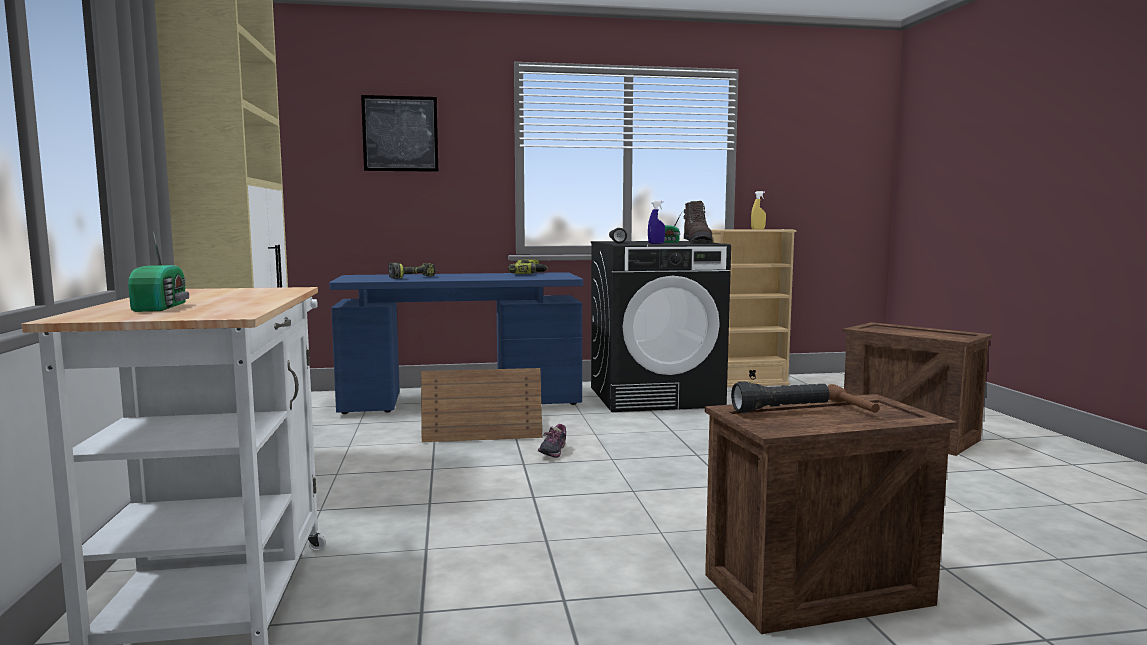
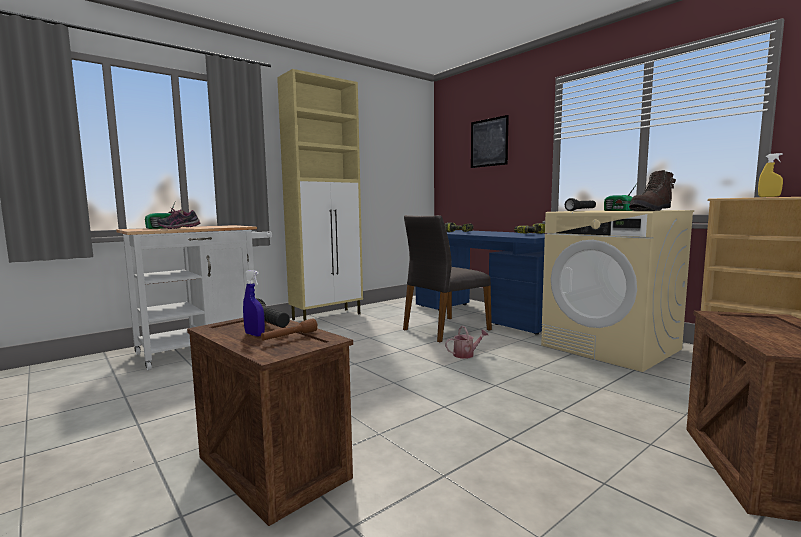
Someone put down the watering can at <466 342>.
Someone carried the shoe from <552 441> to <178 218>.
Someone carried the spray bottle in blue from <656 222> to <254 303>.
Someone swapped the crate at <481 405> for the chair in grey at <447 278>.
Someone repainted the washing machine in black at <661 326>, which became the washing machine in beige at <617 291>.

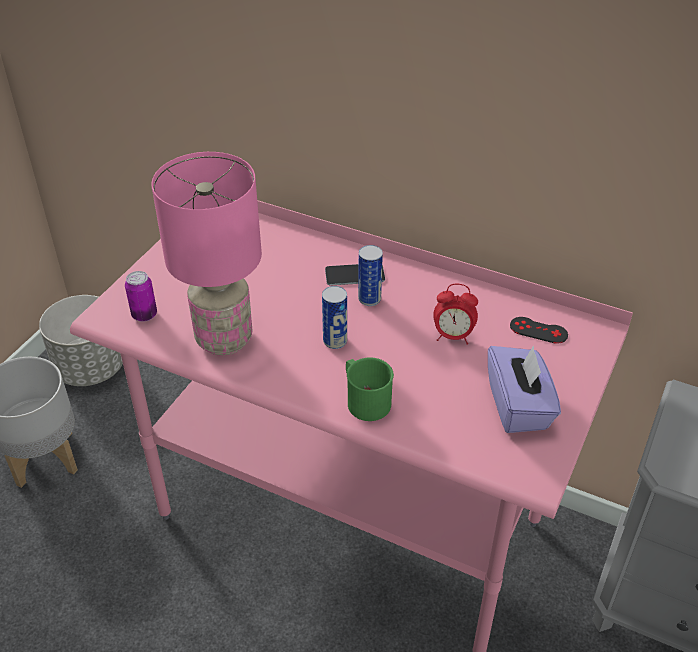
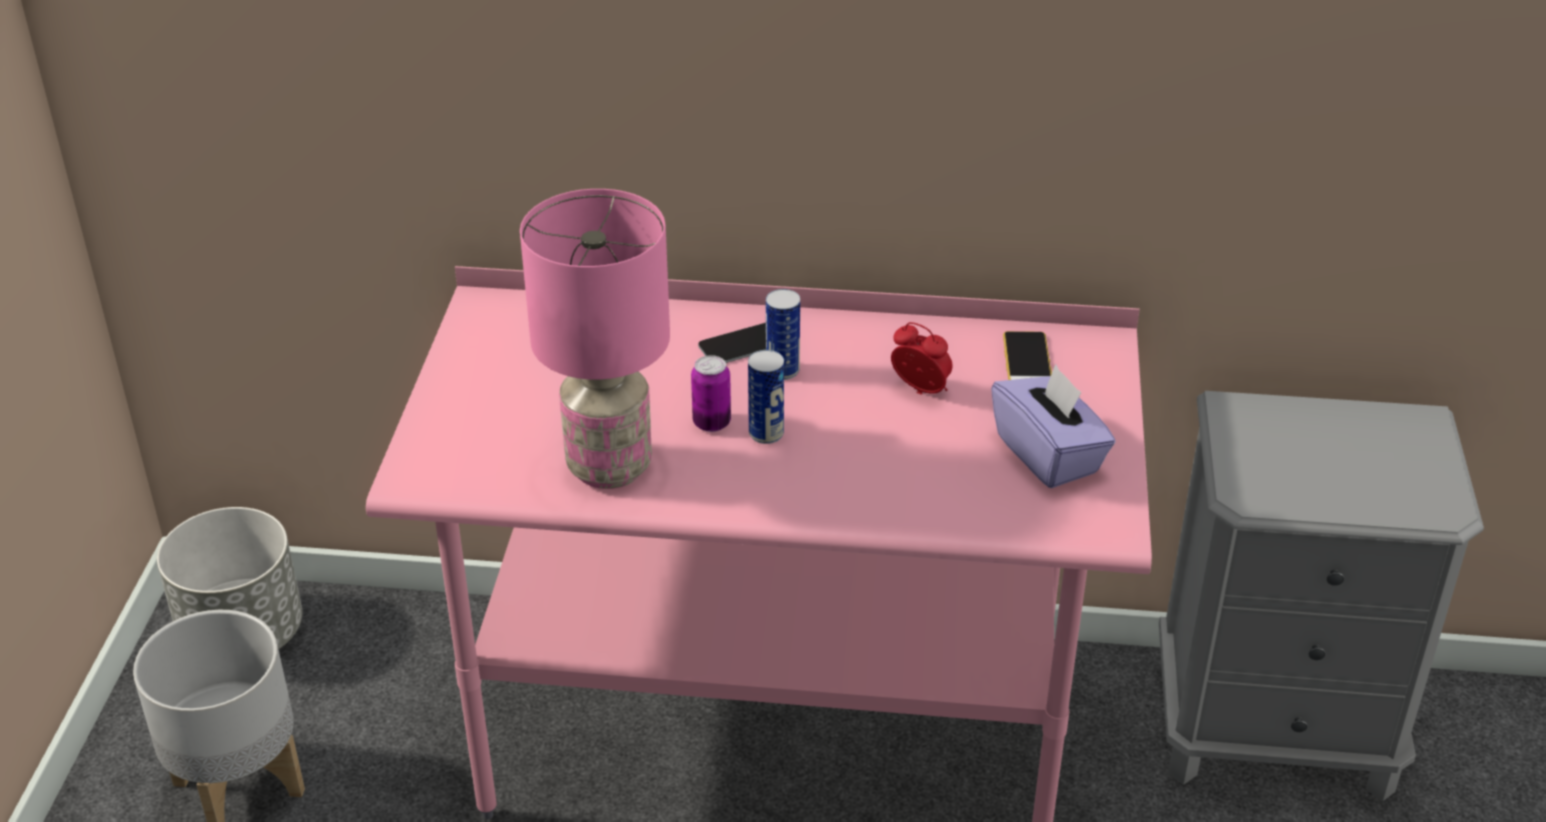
Someone took away the mug in green at <370 389>.
Someone carried the can from <141 296> to <711 393>.
Someone swapped the game controller in black at <539 330> for the phone at <1027 355>.
Someone rotated the alarm clock at <455 314> by 135 degrees counterclockwise.

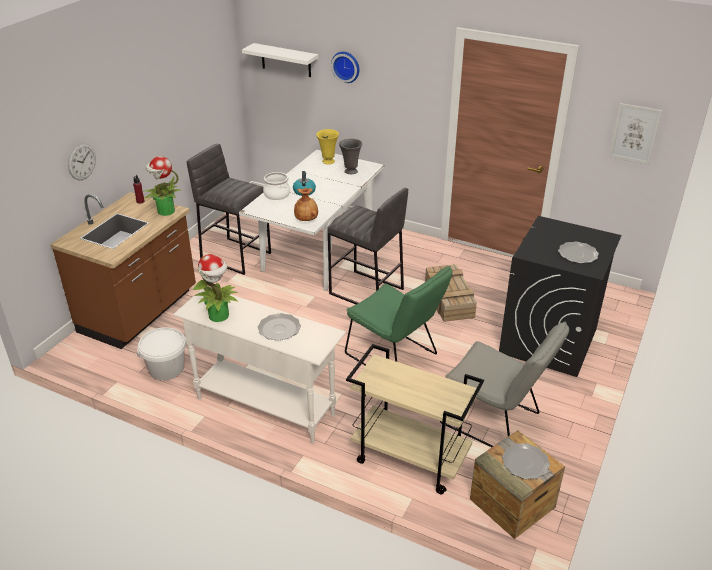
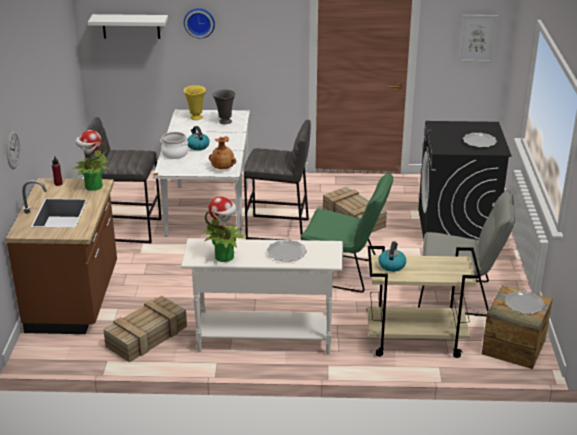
Someone put down the kettle at <392 256>.
Someone swapped the bucket in white at <162 353> for the crate at <145 329>.

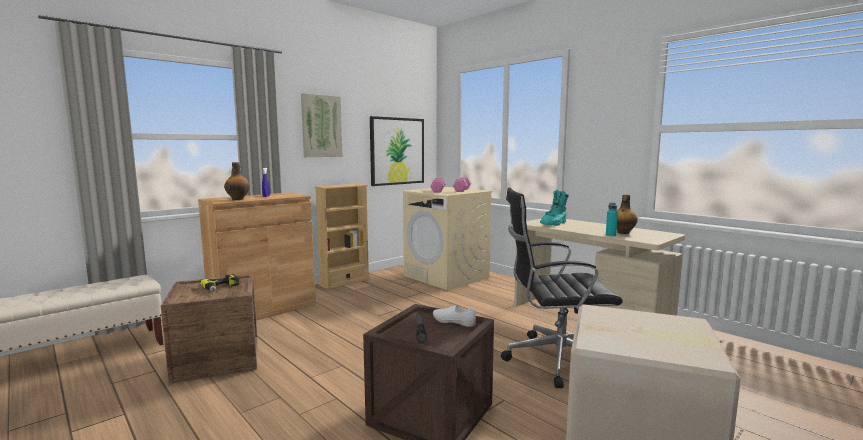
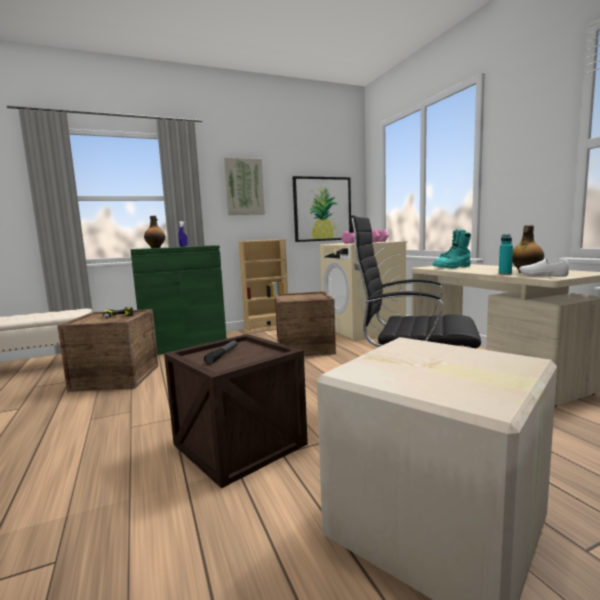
Someone put down the crate at <305 323>.
Someone carried the shoe in white from <454 316> to <544 267>.
Someone repainted the cabinet in brown at <257 256>, which became the cabinet in green at <179 300>.

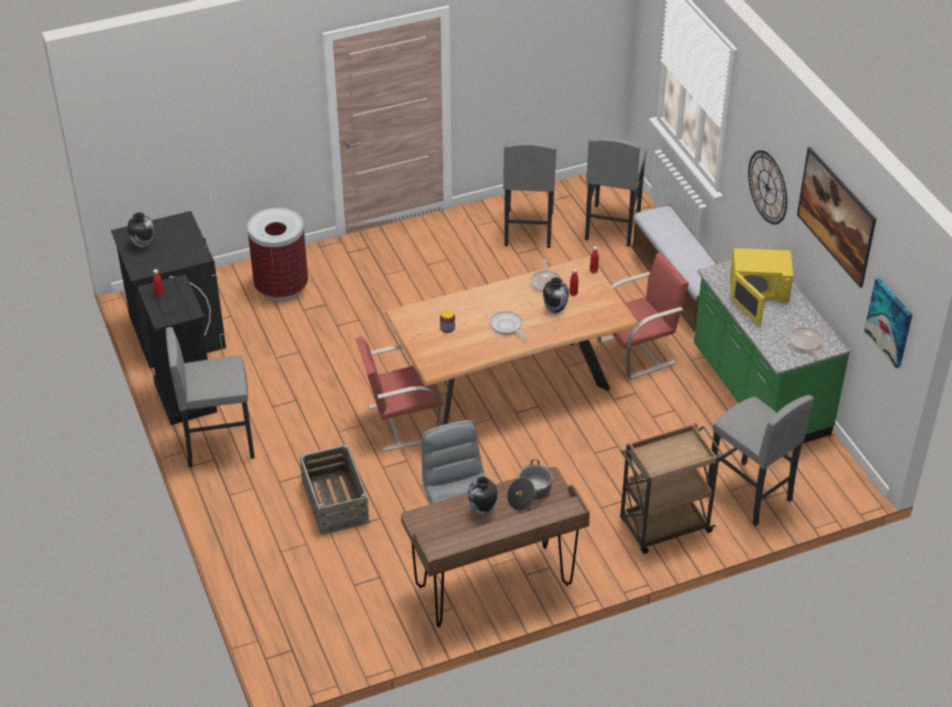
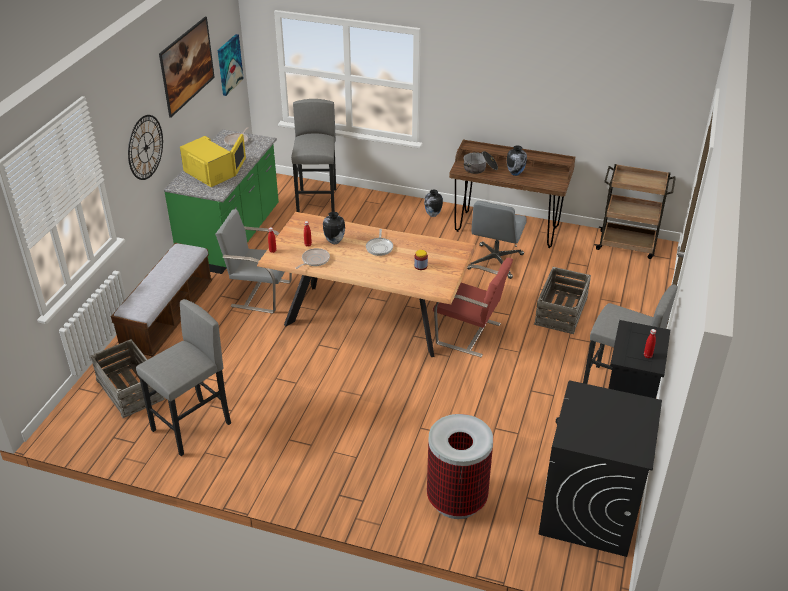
Someone carried the vase from <141 230> to <433 203>.
Someone carried the cart in brown from <672 488> to <635 211>.
Someone swapped the stool in grey at <616 192> for the crate at <128 378>.
Someone repainted the chair in red at <643 316>, which became the chair in grey at <253 261>.

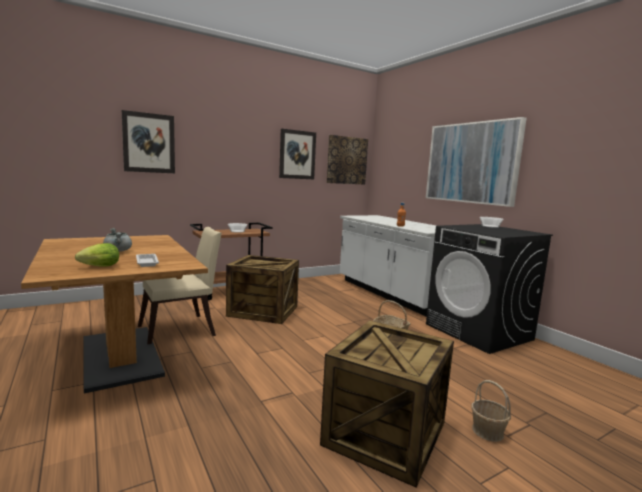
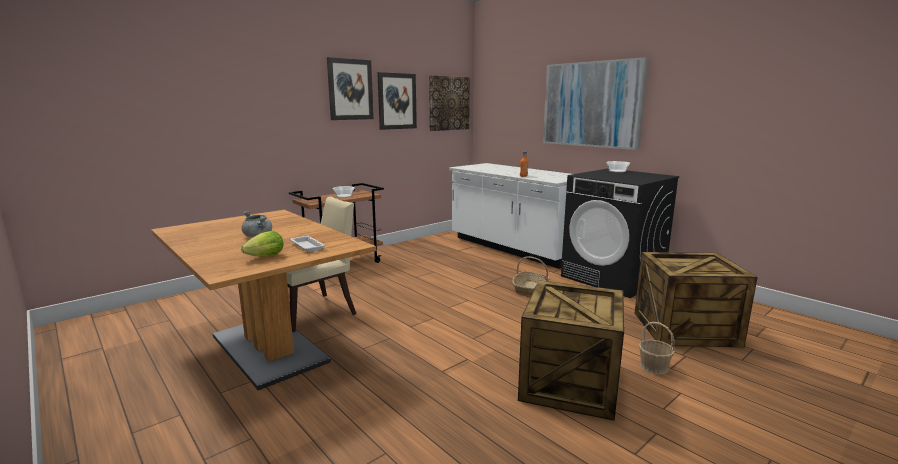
Someone carried the picture from <148 141> to <350 88>.
Someone carried the crate from <262 289> to <696 299>.

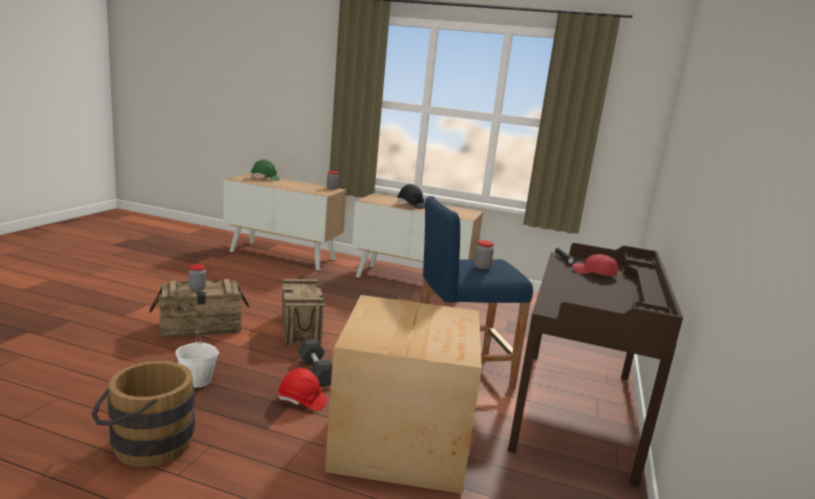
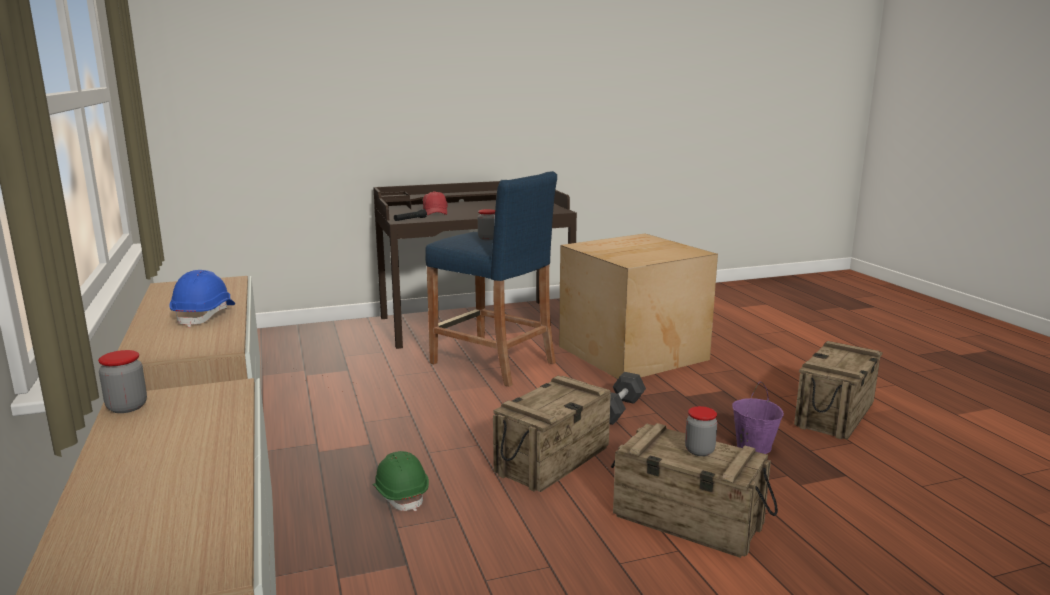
Someone took away the hard hat in red at <302 389>.
Someone carried the hard hat in green from <265 170> to <400 481>.
Someone swapped the bucket in brown at <143 414> for the crate at <838 390>.
Someone repainted the bucket in white at <197 358>, which became the bucket in purple at <758 418>.
Someone repainted the hard hat in black at <411 196>, which became the hard hat in blue at <202 298>.

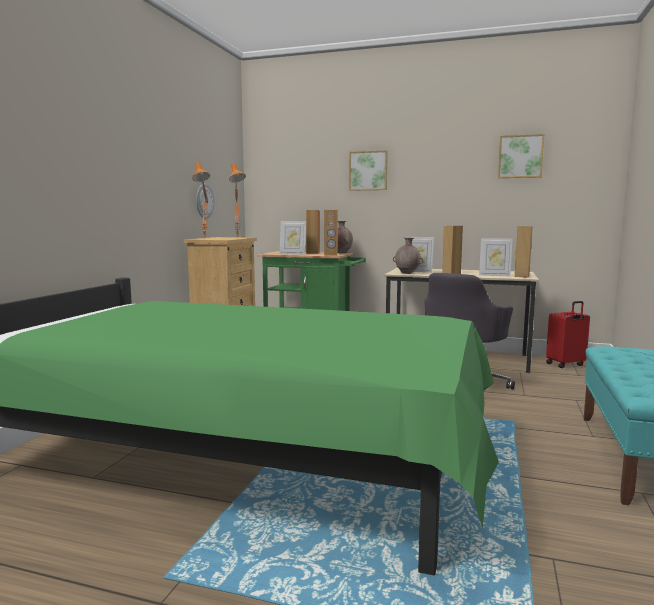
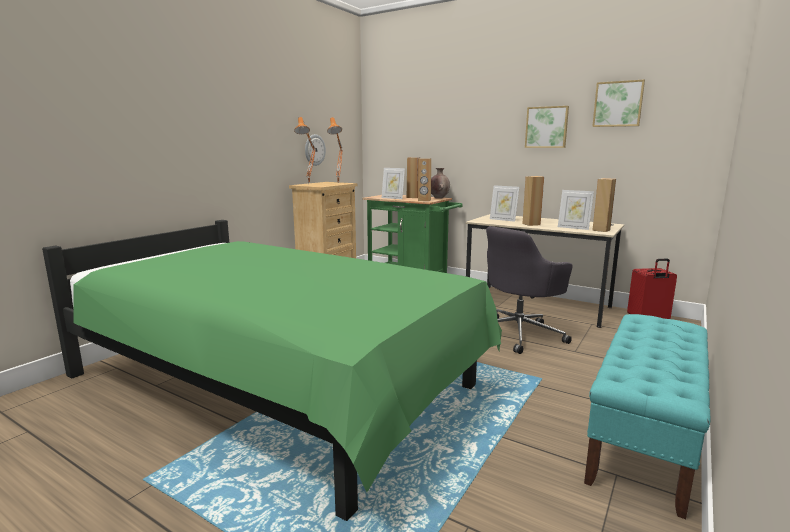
Someone took away the vase in brown at <408 255>.
Someone carried the picture from <368 170> to <547 127>.

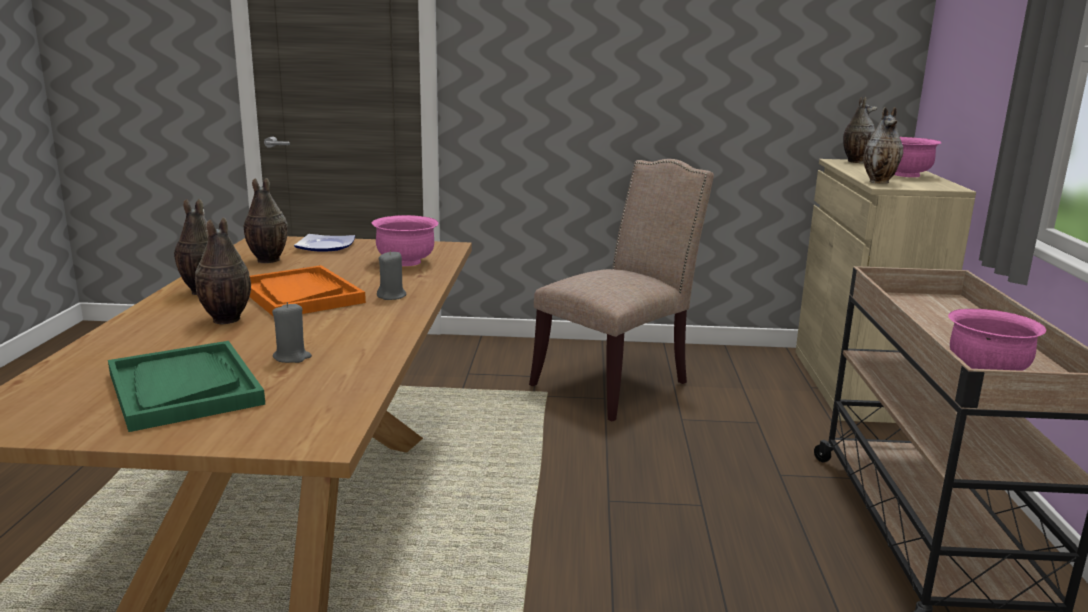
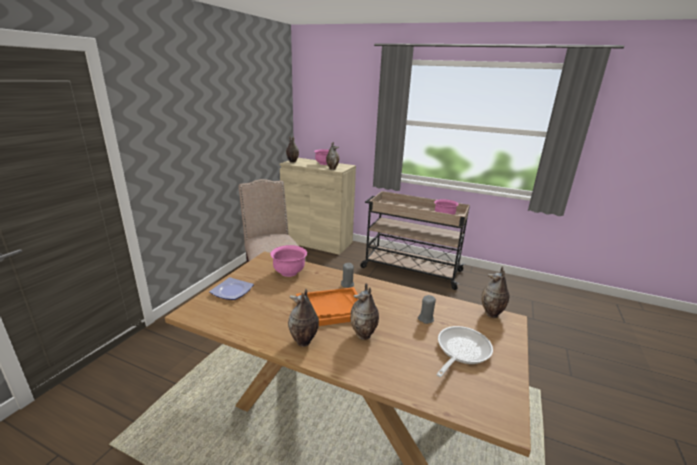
Someone carried the vase from <266 220> to <495 292>.
Someone swapped the tray in green at <186 386> for the frying pan at <464 351>.

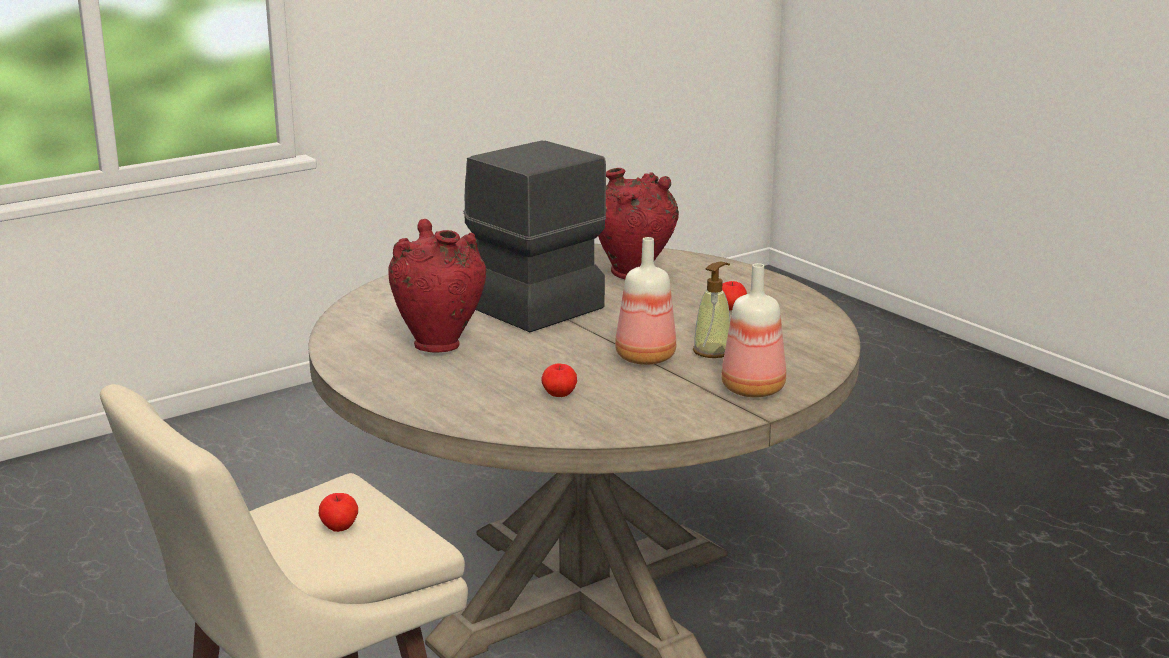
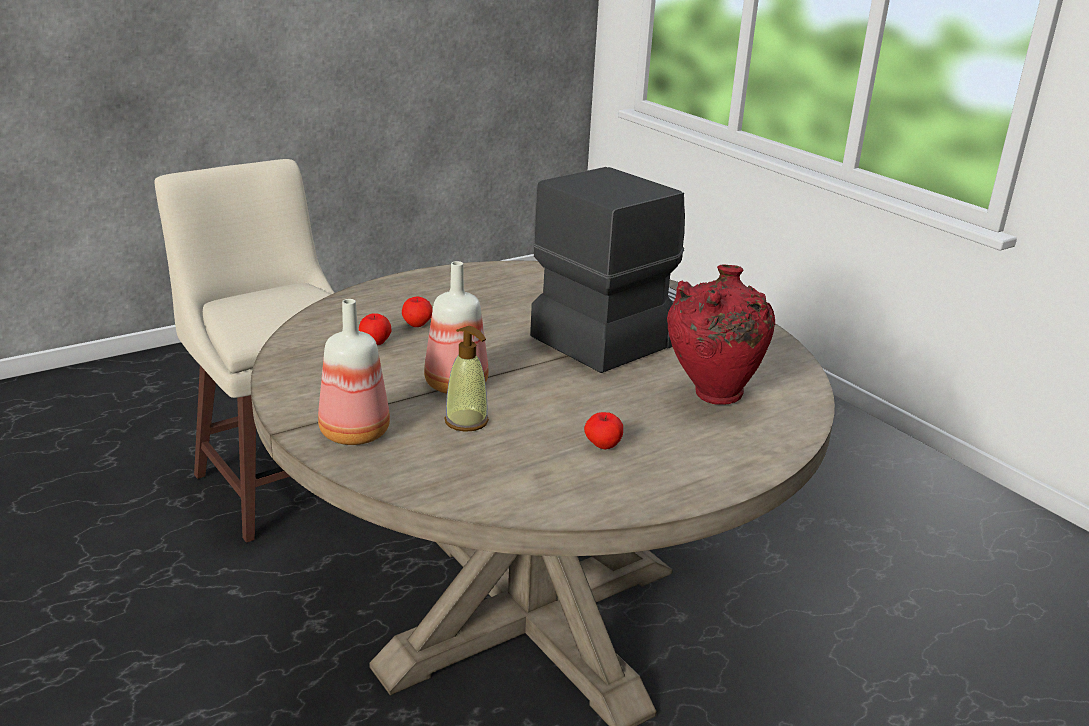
Someone took away the vase in red at <437 285>.
Someone carried the apple from <338 512> to <417 312>.

